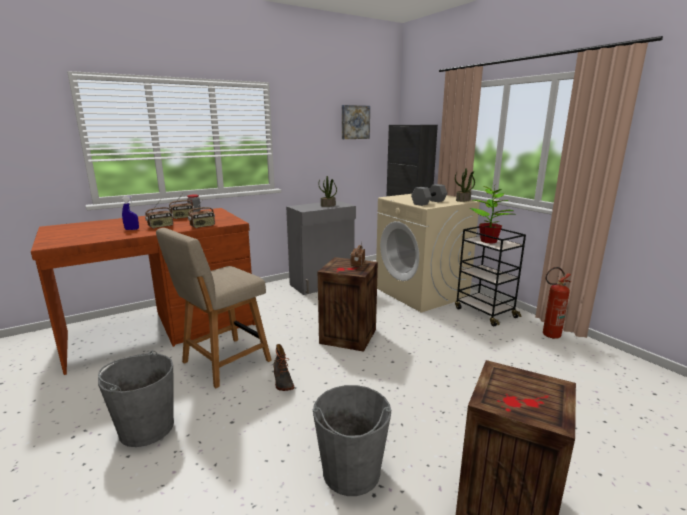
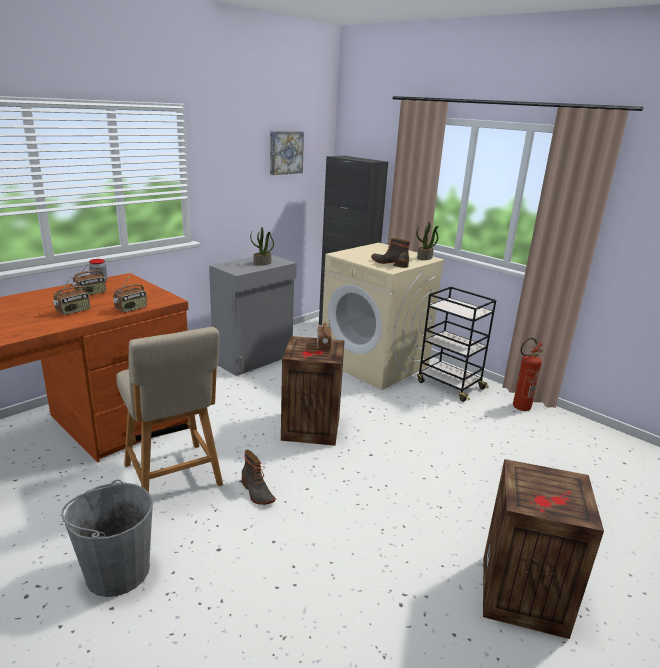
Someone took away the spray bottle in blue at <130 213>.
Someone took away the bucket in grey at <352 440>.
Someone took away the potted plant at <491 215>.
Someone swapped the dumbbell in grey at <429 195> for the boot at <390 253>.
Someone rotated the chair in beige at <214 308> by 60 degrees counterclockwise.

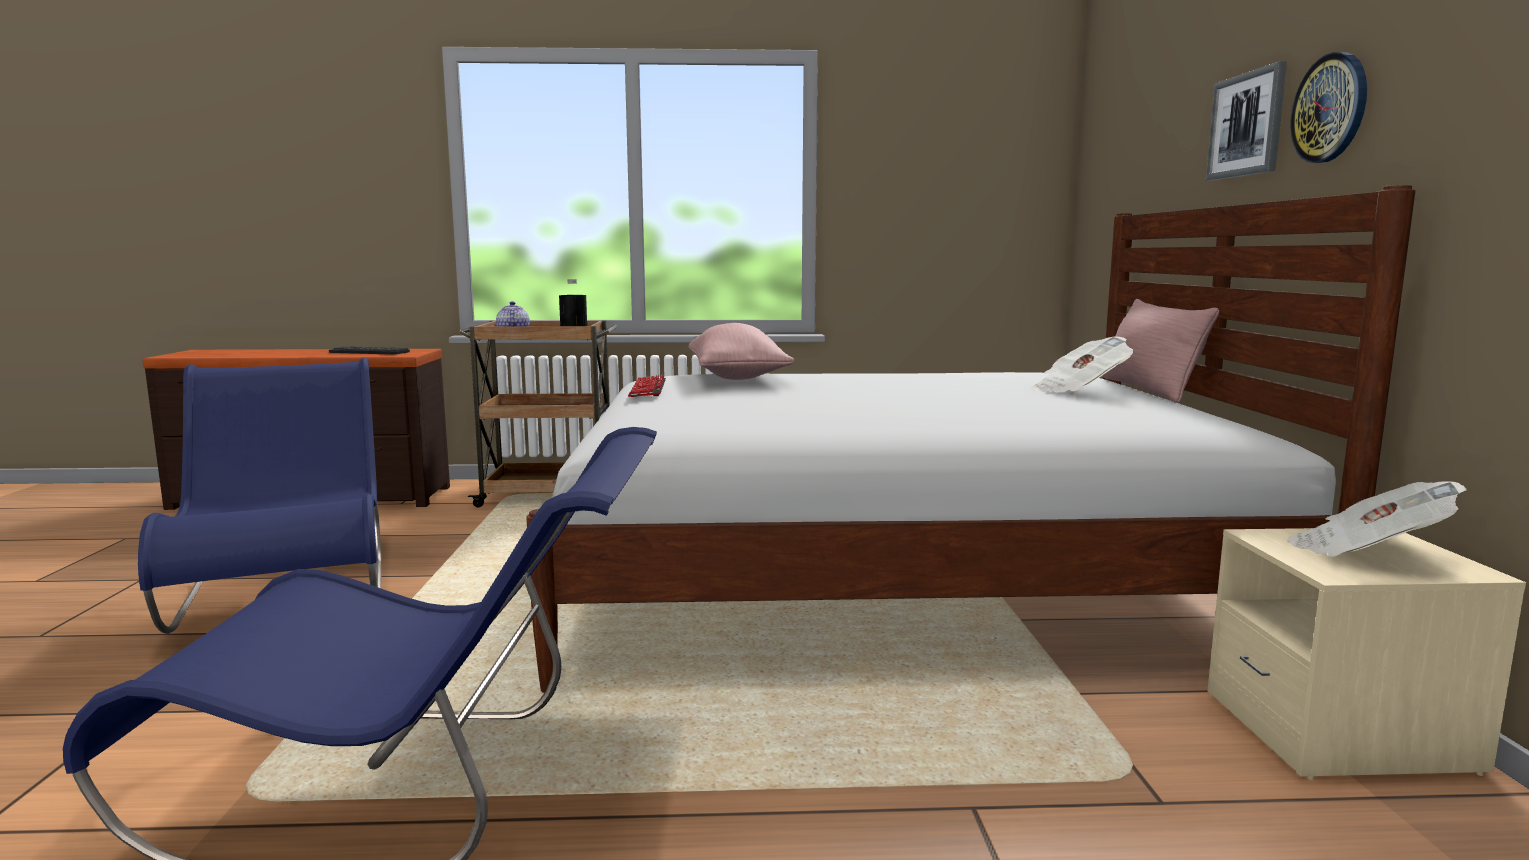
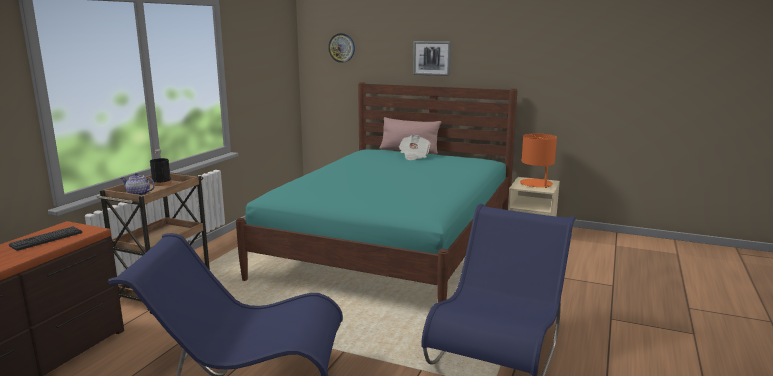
Someone took away the keyboard at <647 385>.
Someone took away the pillow in pink at <741 351>.
Someone carried the wall clock from <1328 107> to <341 48>.
Someone swapped the newspaper at <1377 519> for the table lamp in orange at <538 161>.
Someone repainted the bed in white at <970 439>, which became the bed in turquoise at <376 192>.

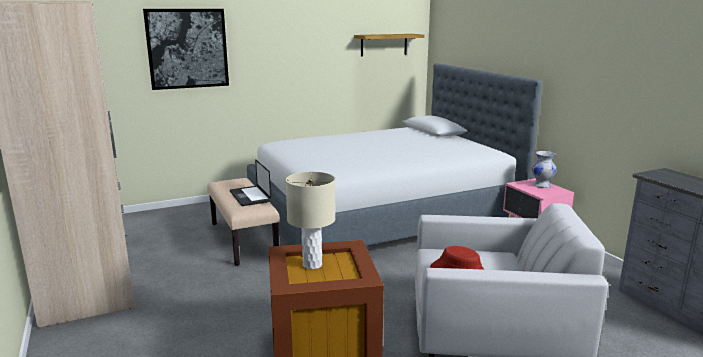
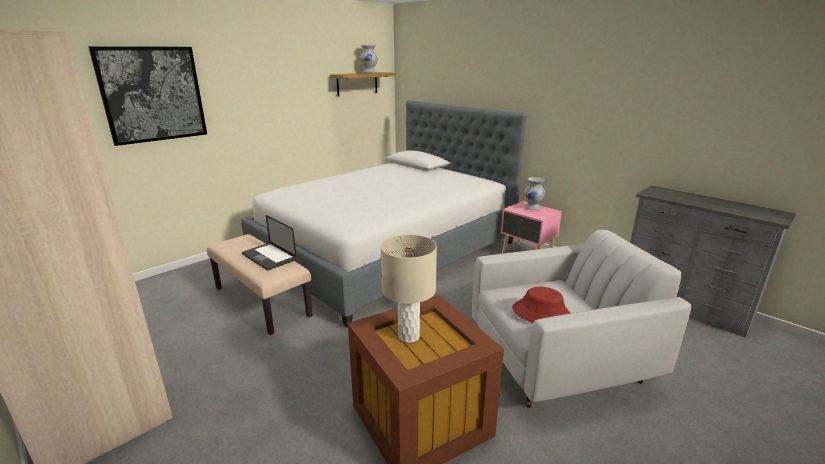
Someone put down the vase in white at <369 59>.

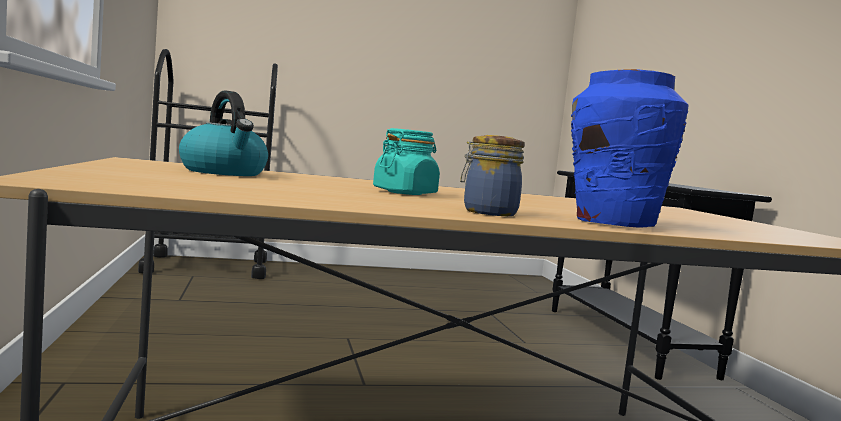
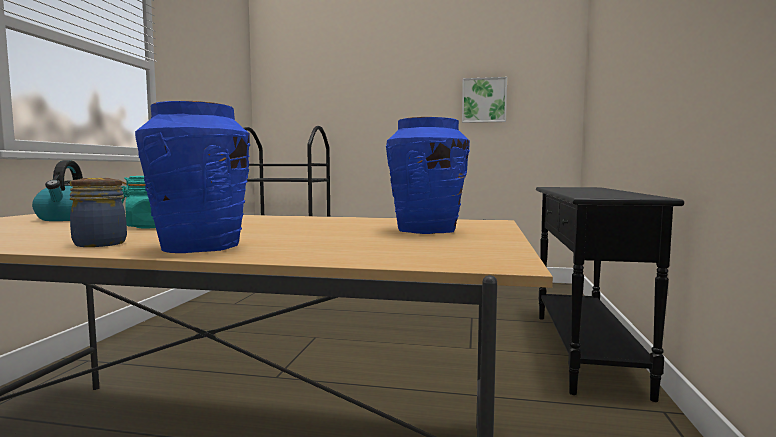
Someone put down the vase in blue at <428 175>.
Someone put up the picture at <484 100>.

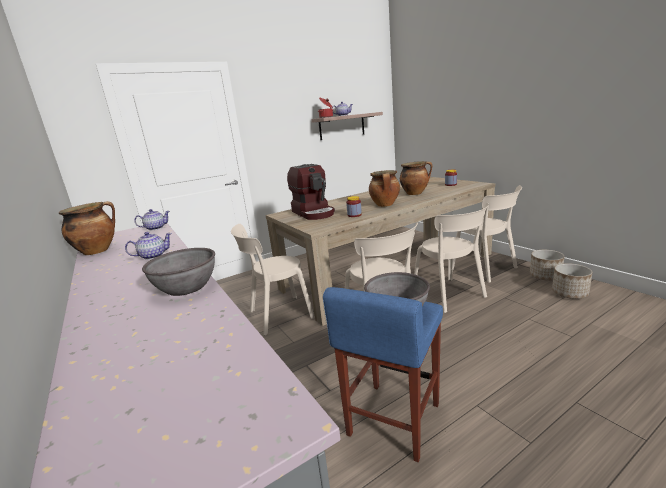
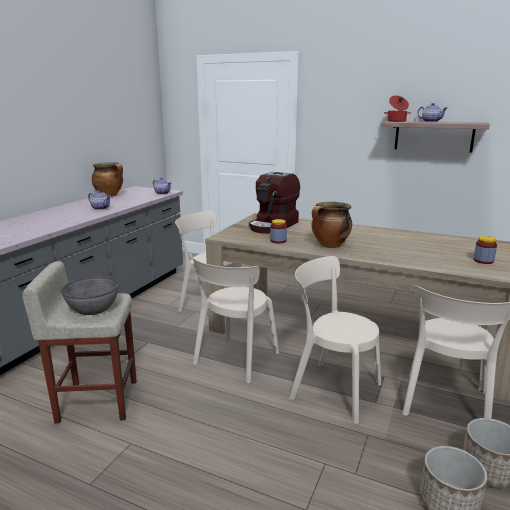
Someone took away the bowl in grey at <178 272>.
Someone took away the cooking pot at <416 178>.
Someone repainted the stool in blue at <383 374>, which became the stool in beige at <79 342>.
Someone rotated the chair in beige at <451 258> by 90 degrees clockwise.

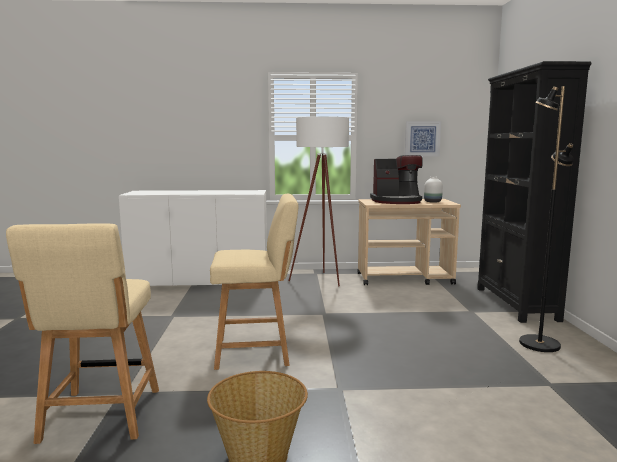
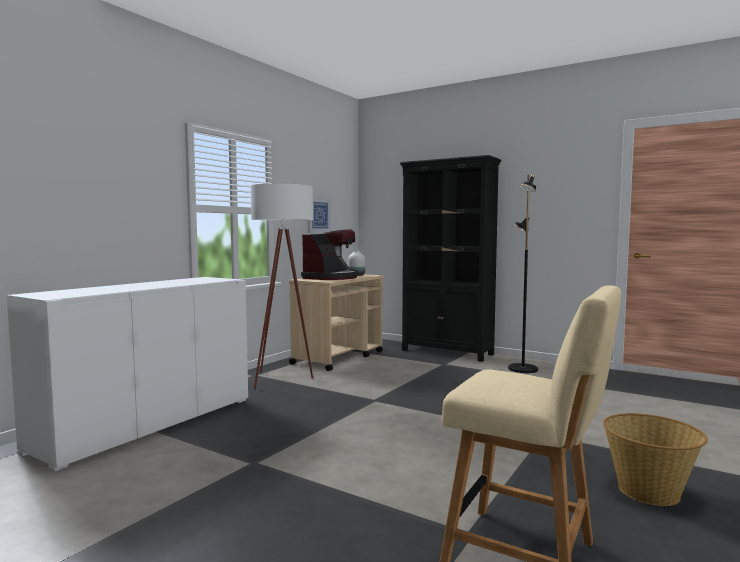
Someone took away the chair in beige at <254 282>.

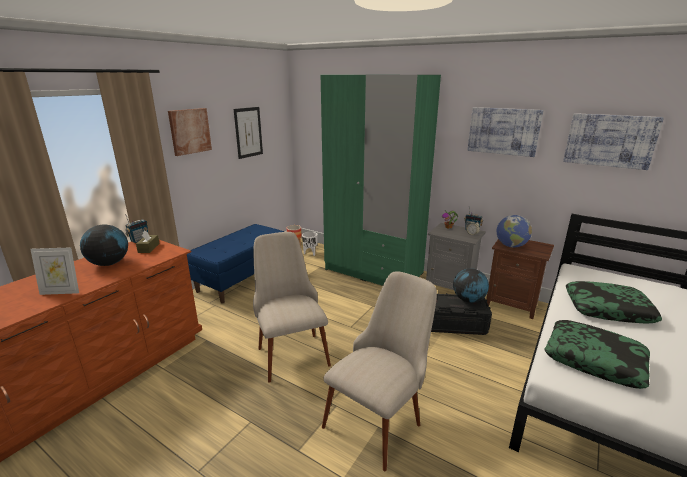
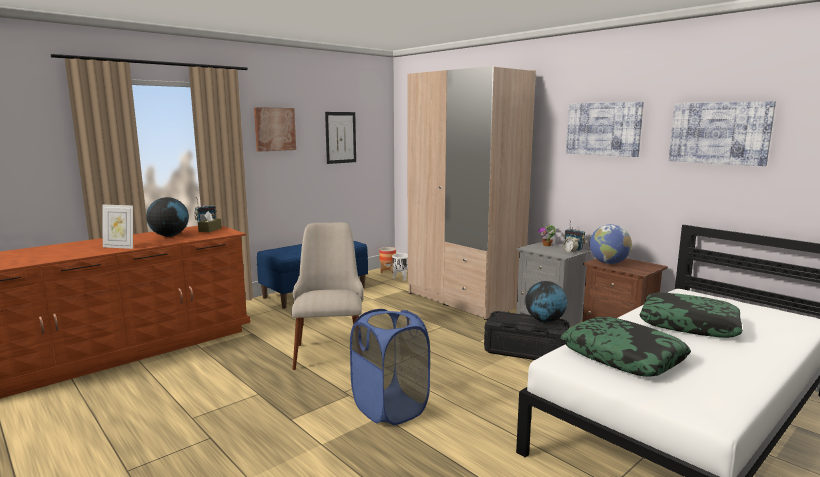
Someone swapped the chair in beige at <379 371> for the laundry basket in blue at <390 367>.
Someone repainted the wardrobe in green at <381 180>, which became the wardrobe in beige at <472 193>.

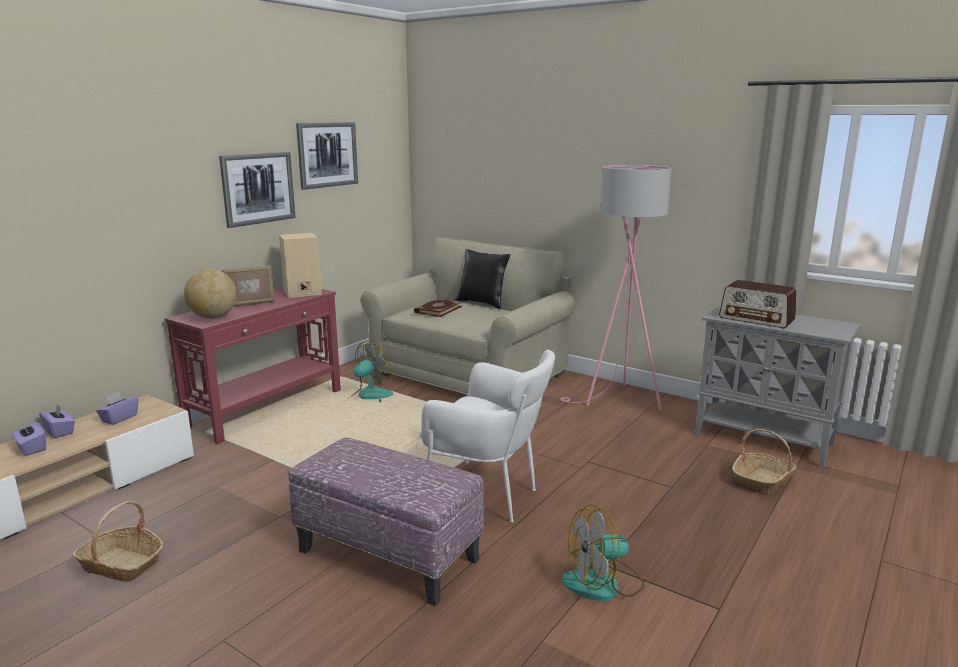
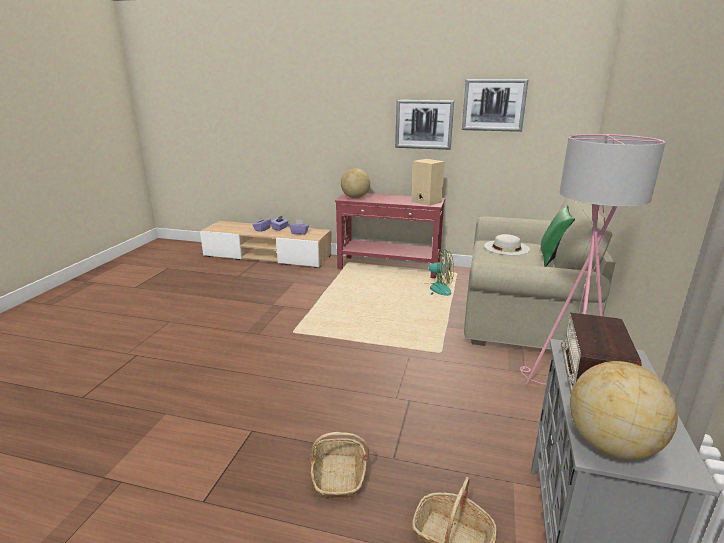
Someone took away the picture frame at <248 286>.
Someone took away the ottoman at <386 522>.
Someone took away the armchair in white at <487 436>.
Someone took away the fan at <603 553>.
Someone put down the globe at <624 410>.
Someone carried the basket from <117 541> to <340 465>.
Someone swapped the book at <438 307> for the hat in white at <507 244>.
Someone repainted the pillow in black at <482 279>, which became the pillow in green at <557 236>.

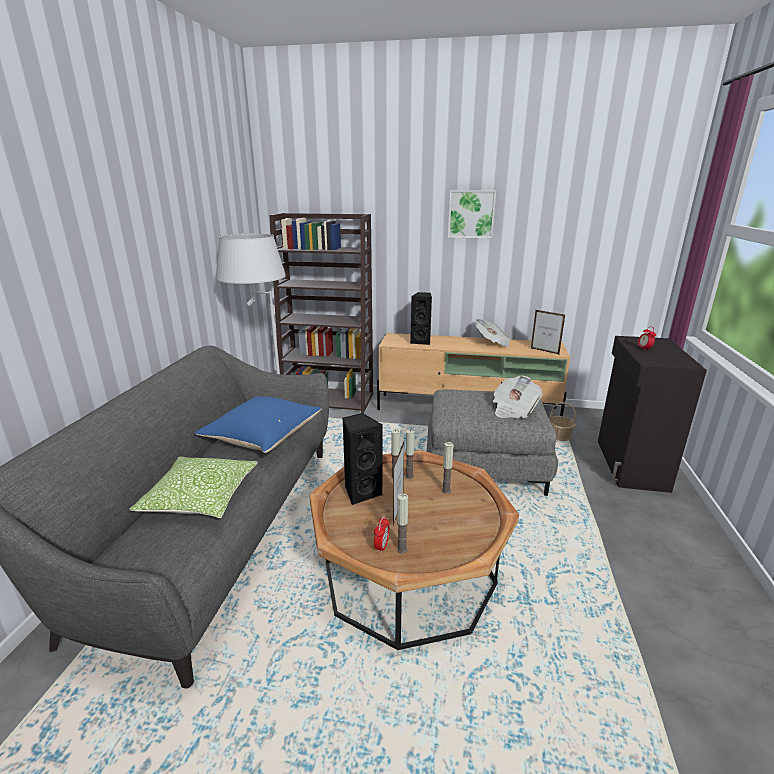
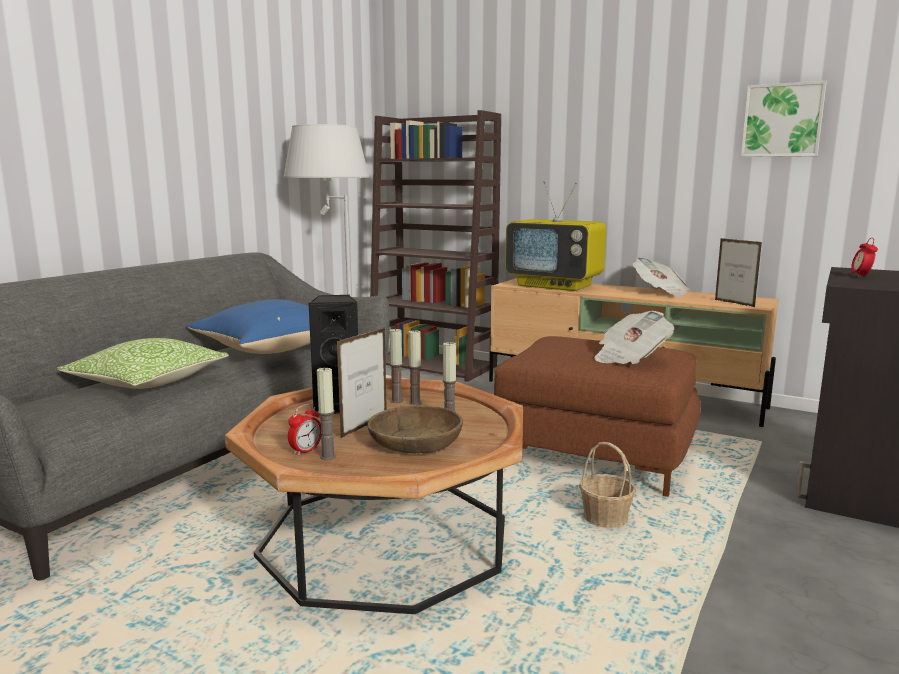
Someone put down the bowl in brown at <415 429>.
Someone carried the picture from <472 214> to <784 119>.
Someone carried the basket from <562 421> to <607 485>.
Someone swapped the speaker in black at <421 318> for the television at <555 236>.
Someone repainted the ottoman in grey at <492 442>, which became the ottoman in brown at <597 416>.

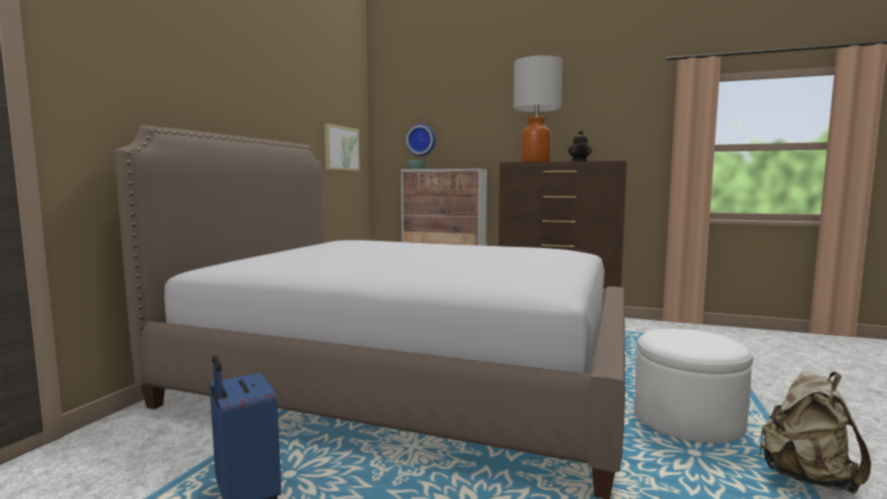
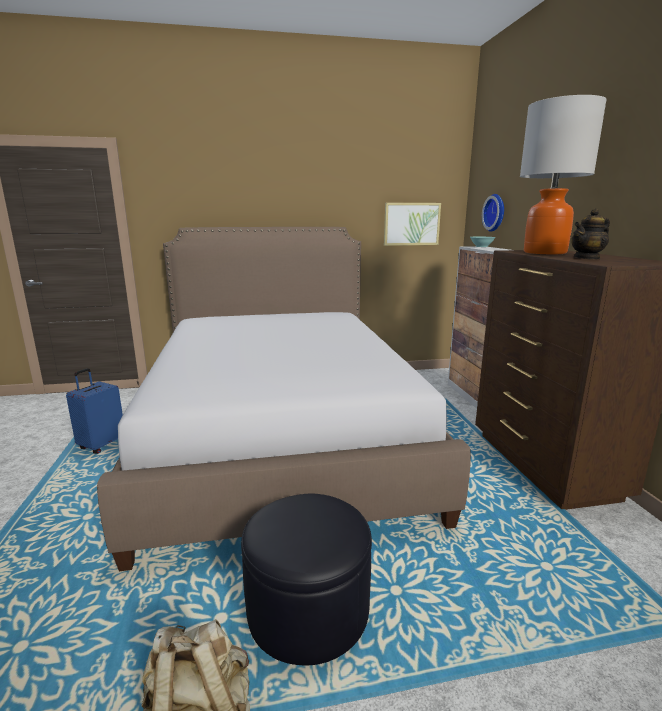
Someone repainted the ottoman in white at <693 386>, which became the ottoman in black at <306 579>.

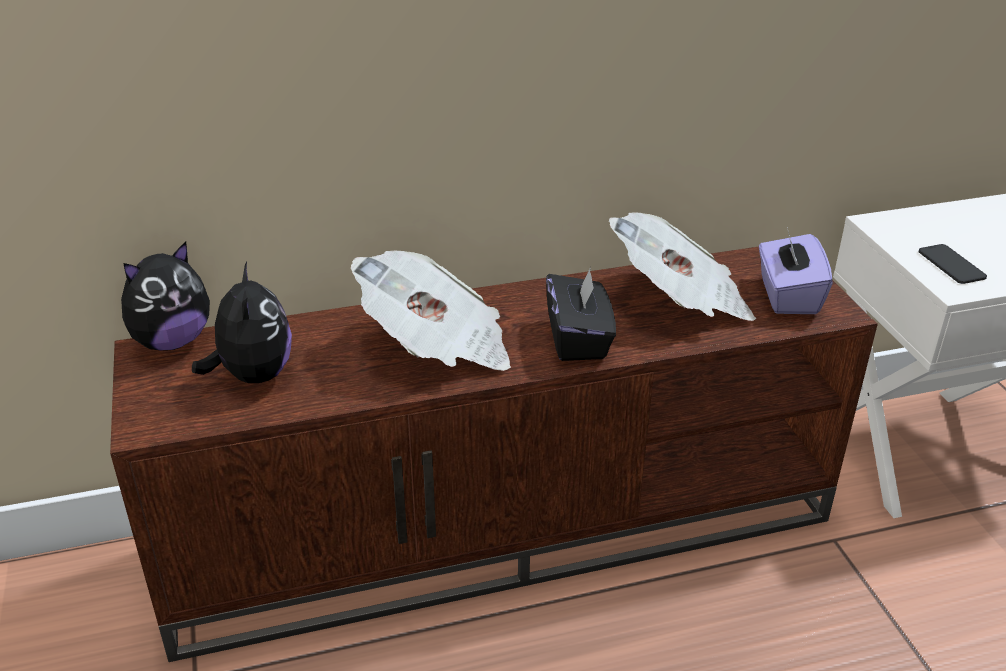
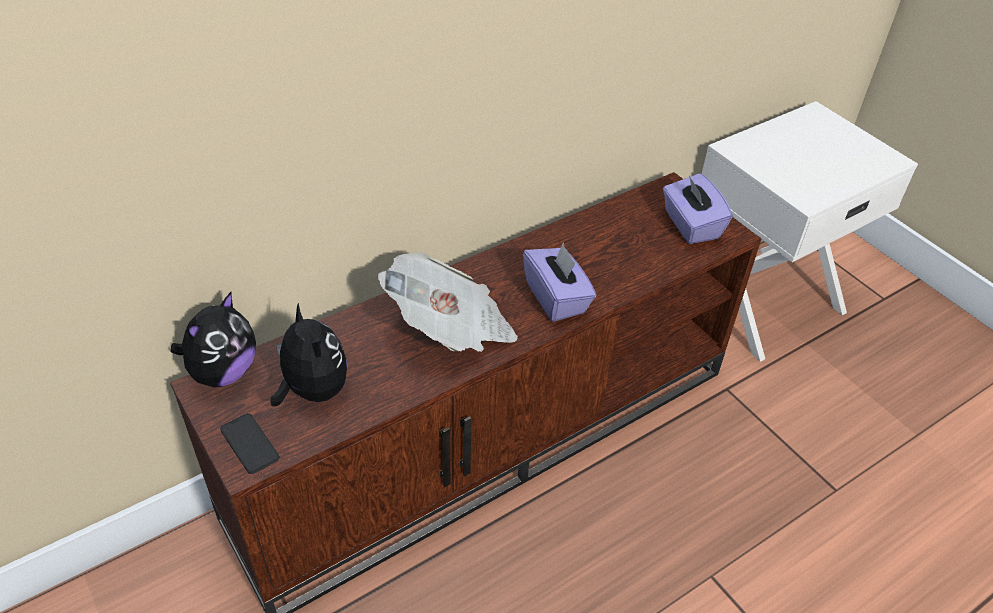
Someone took away the newspaper at <682 266>.
Someone carried the phone from <953 264> to <250 443>.
Someone repainted the tissue box in black at <581 314>, which became the tissue box in purple at <559 282>.

